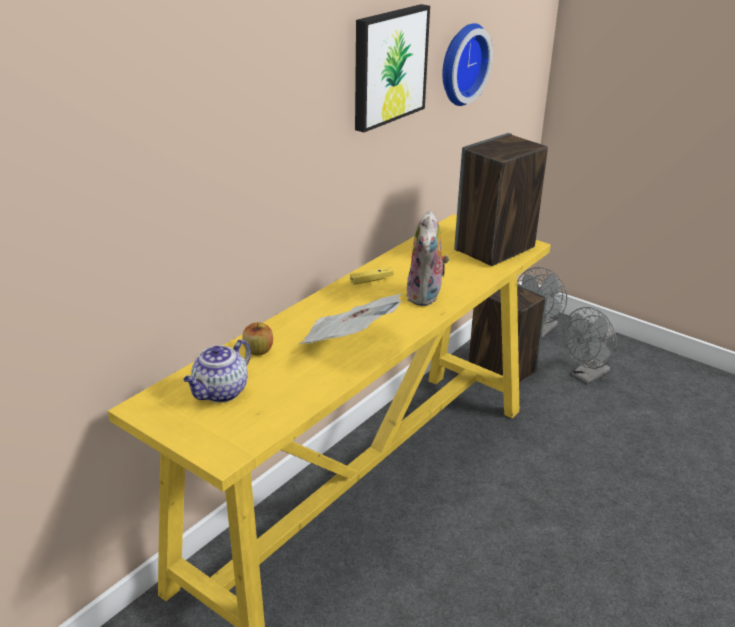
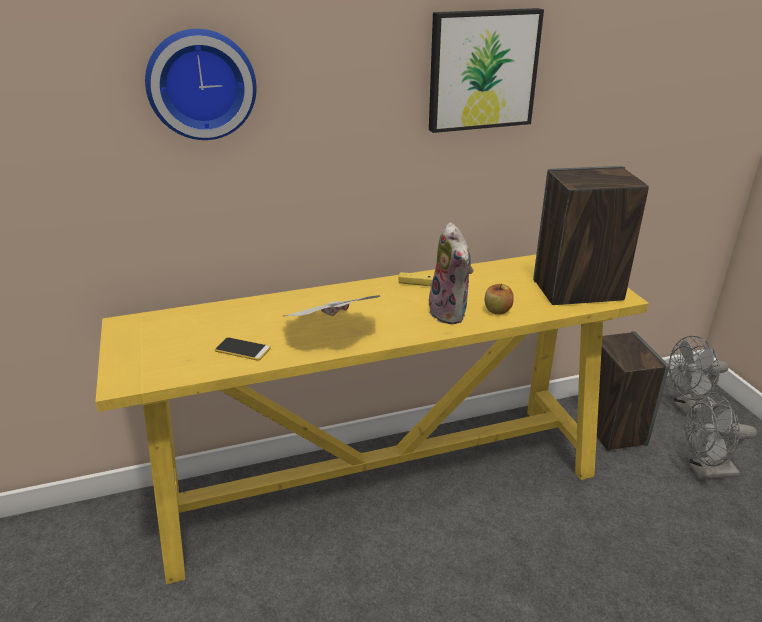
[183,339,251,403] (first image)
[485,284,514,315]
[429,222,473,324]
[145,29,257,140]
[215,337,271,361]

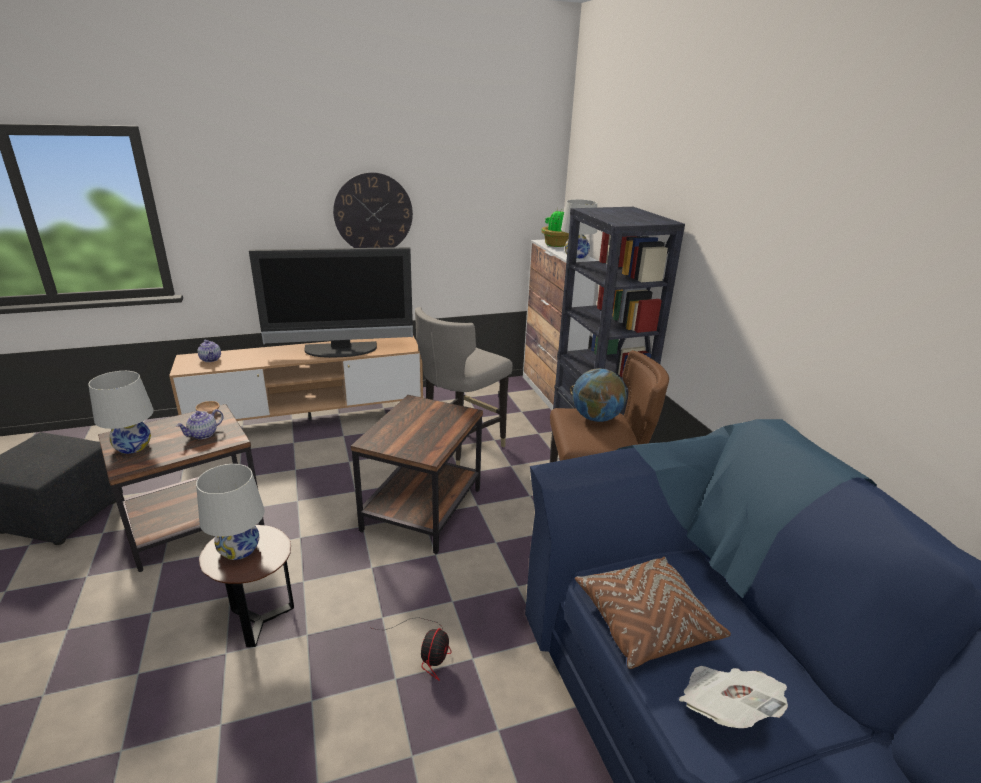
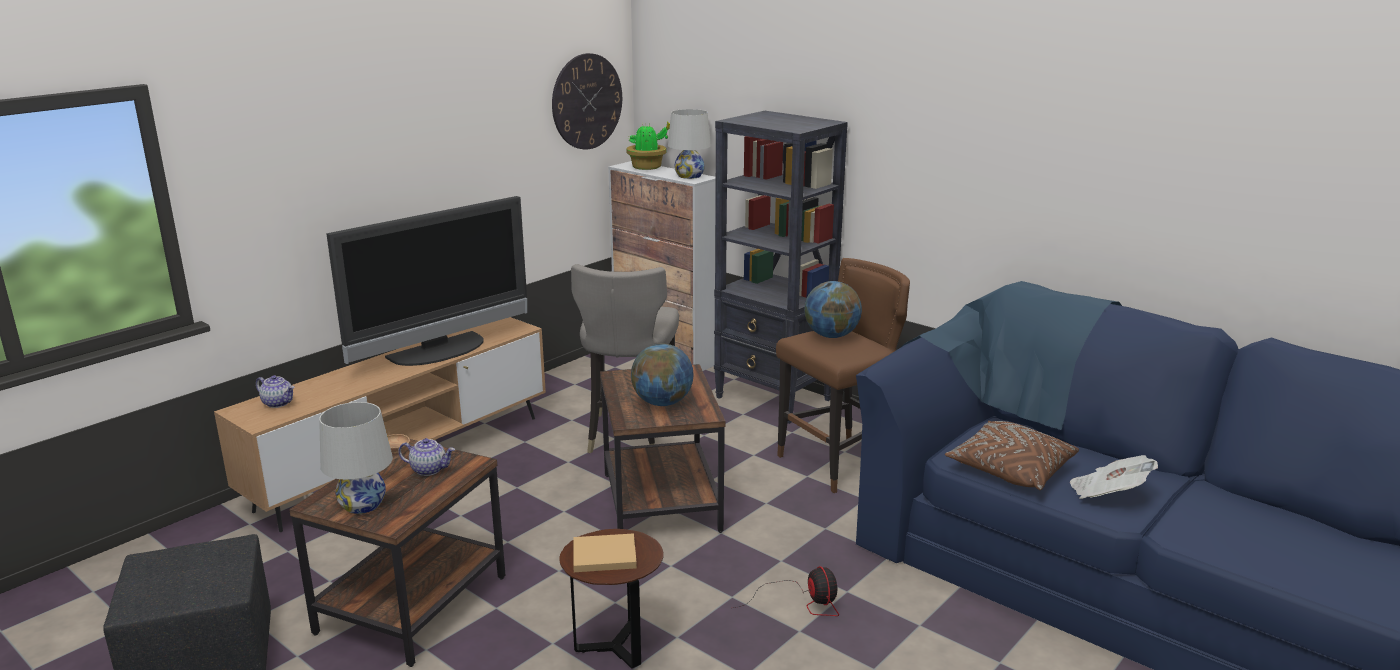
[398,438,455,476]
[573,533,637,572]
[552,53,622,150]
[631,343,693,406]

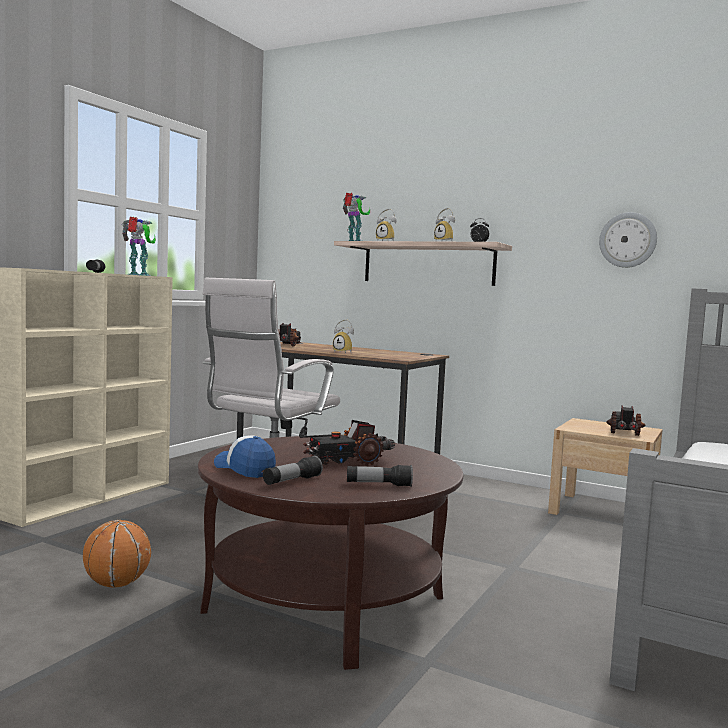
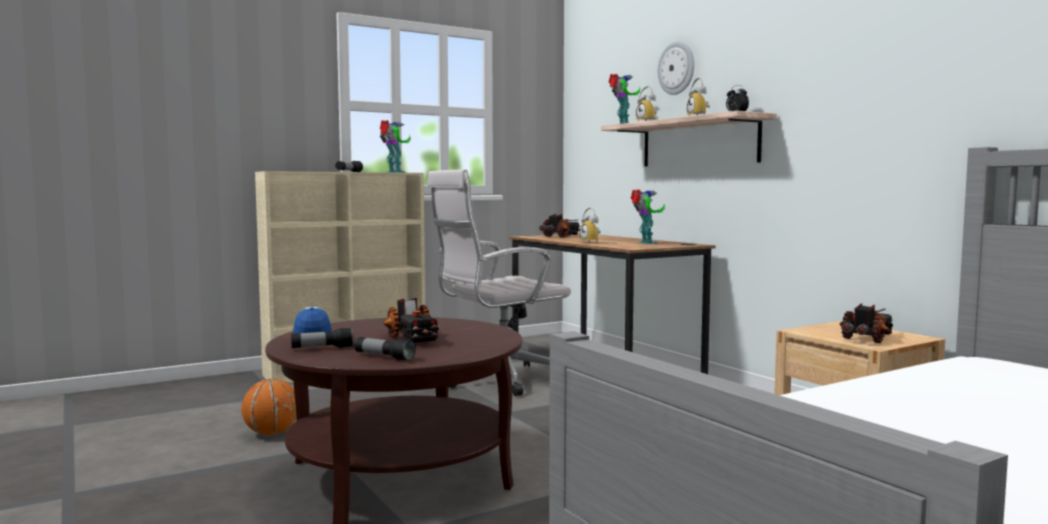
[384,298,441,342]
[658,41,694,95]
[631,189,665,244]

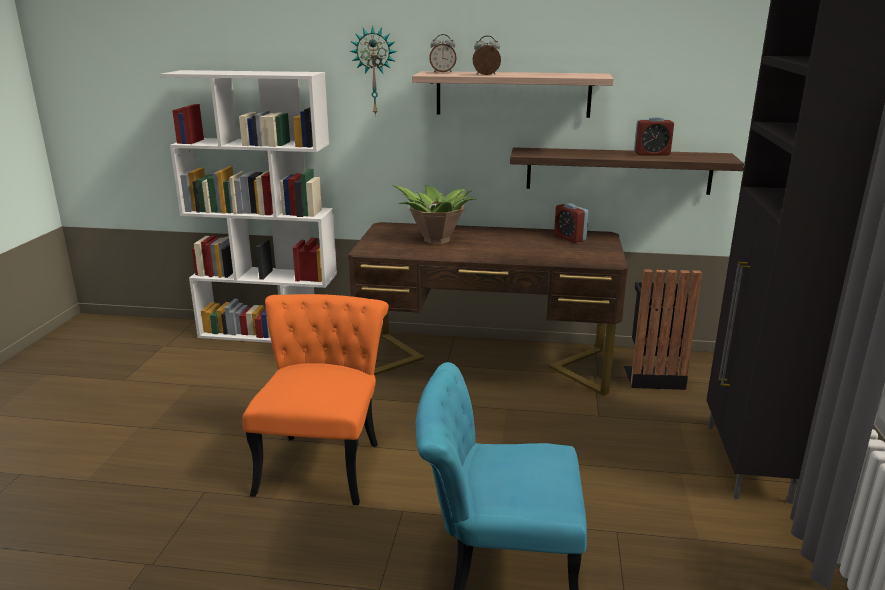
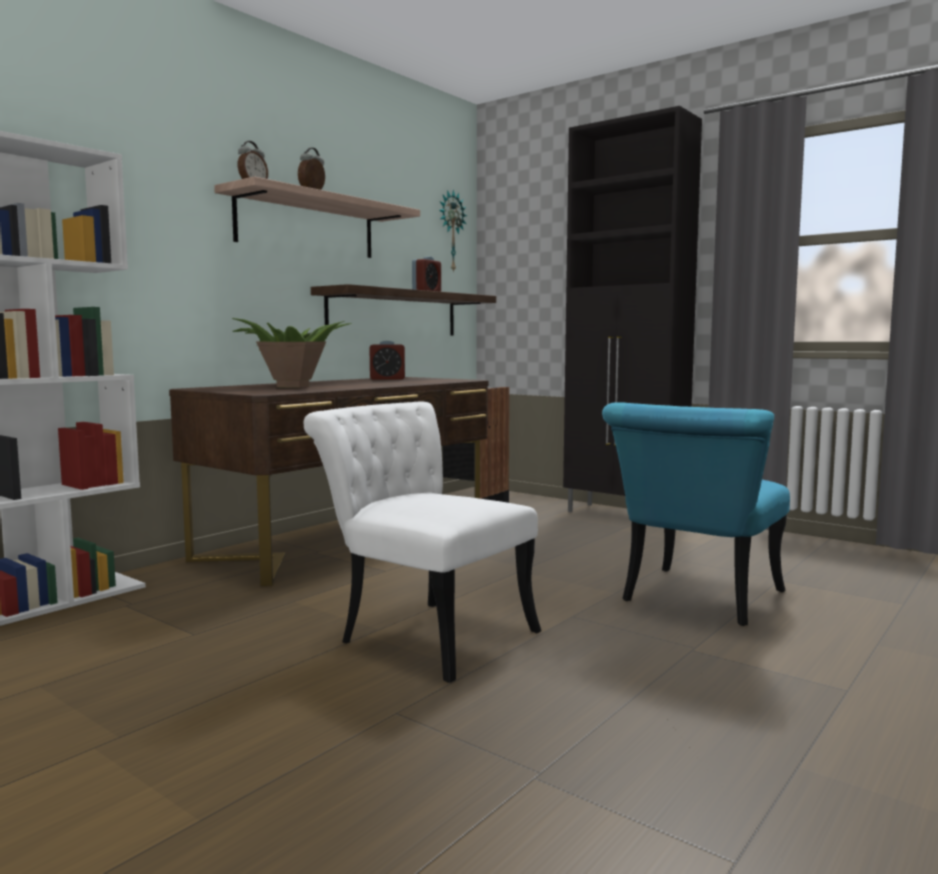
[304,402,541,683]
[439,189,467,273]

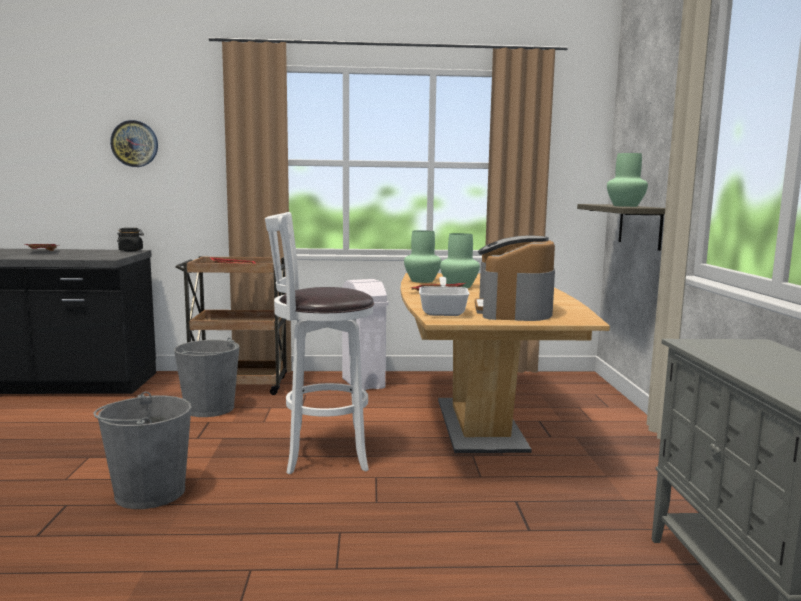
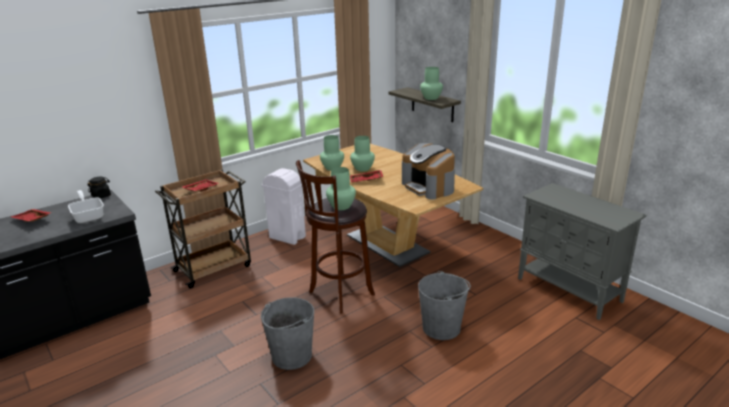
[110,120,158,167] (first image)
[418,271,471,340]
[296,160,375,314]
[68,190,104,223]
[326,167,356,210]

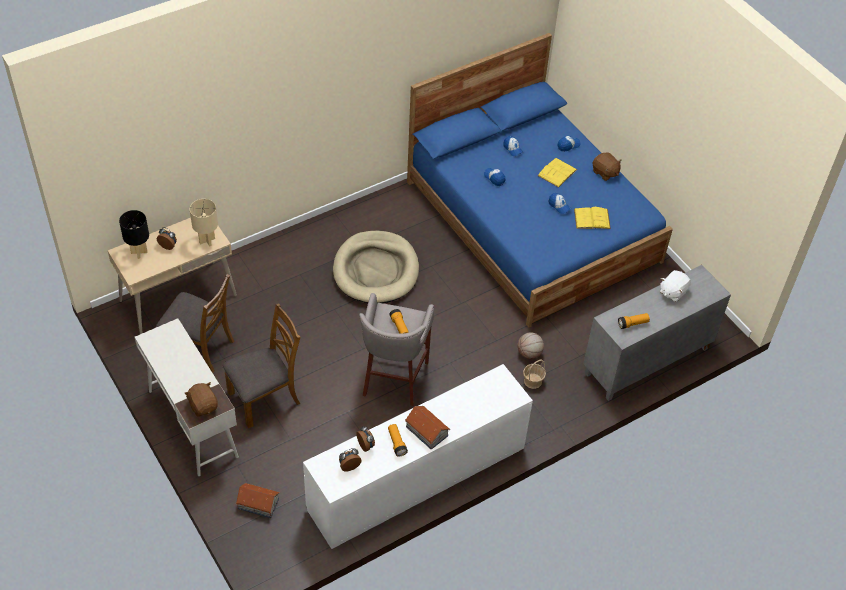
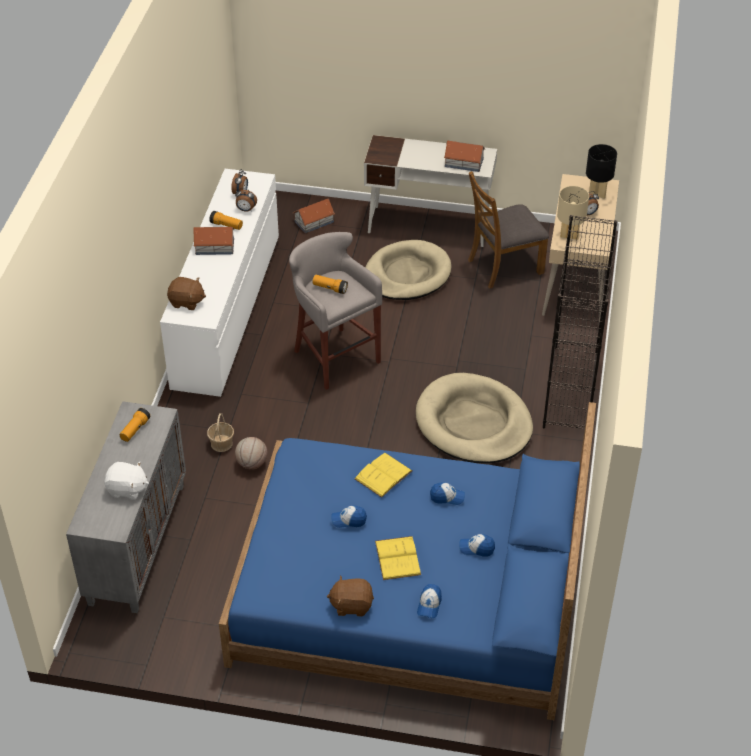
[167,277,206,310]
[365,240,452,300]
[354,453,412,498]
[104,462,149,500]
[444,141,485,172]
[543,215,618,429]

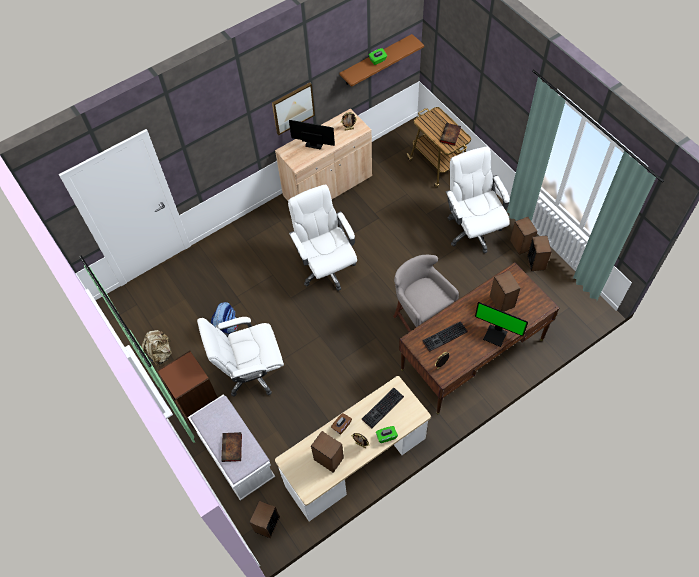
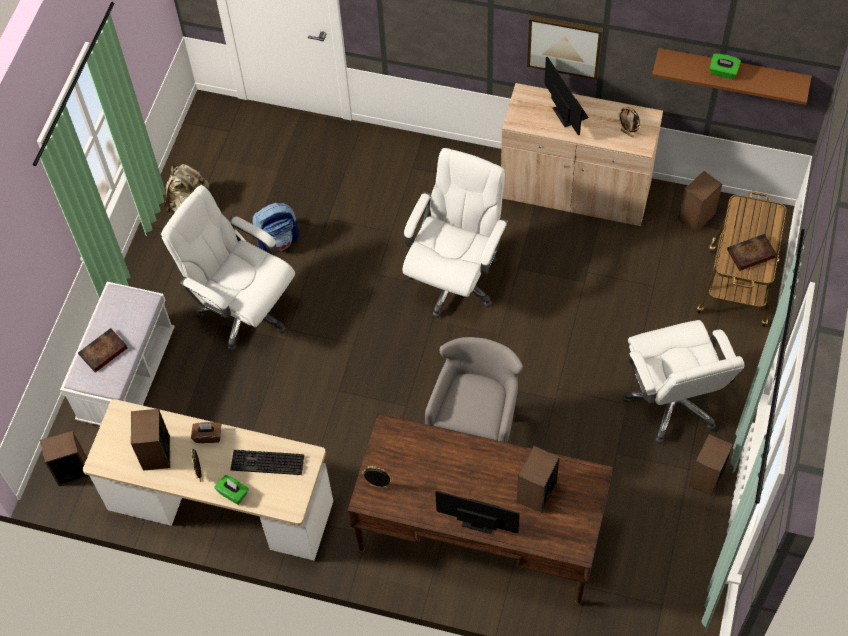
[157,351,218,428] (first image)
[423,321,468,352] (first image)
[622,320,744,444]
[435,491,520,534]
[678,171,722,232]

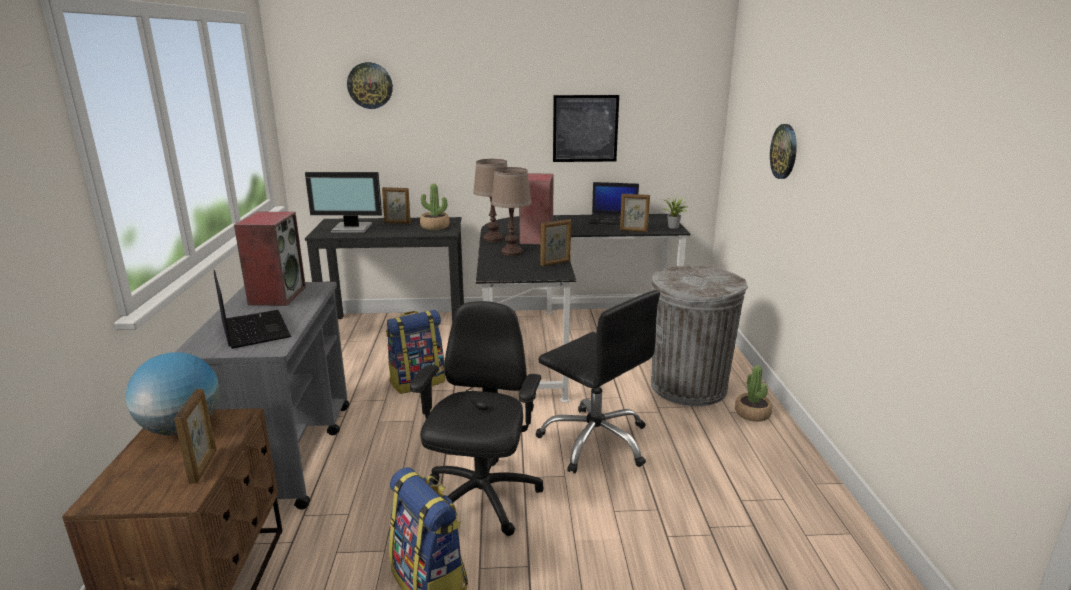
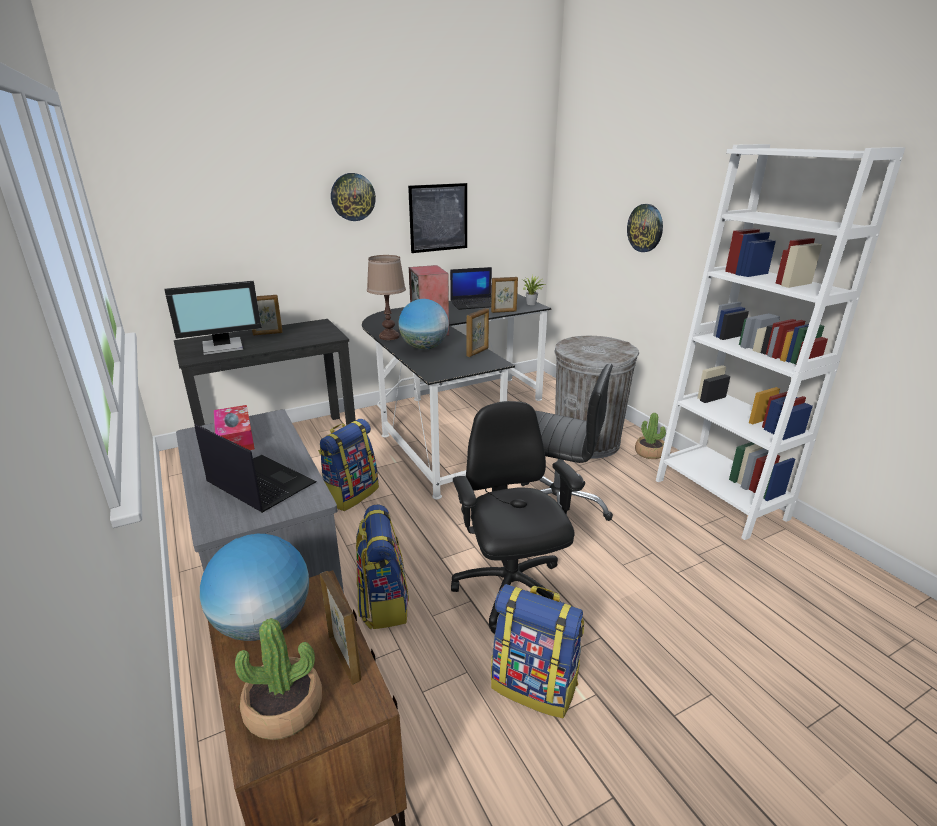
[214,405,255,450]
[331,173,376,221]
[235,618,322,740]
[399,299,449,349]
[356,504,409,629]
[656,144,905,540]

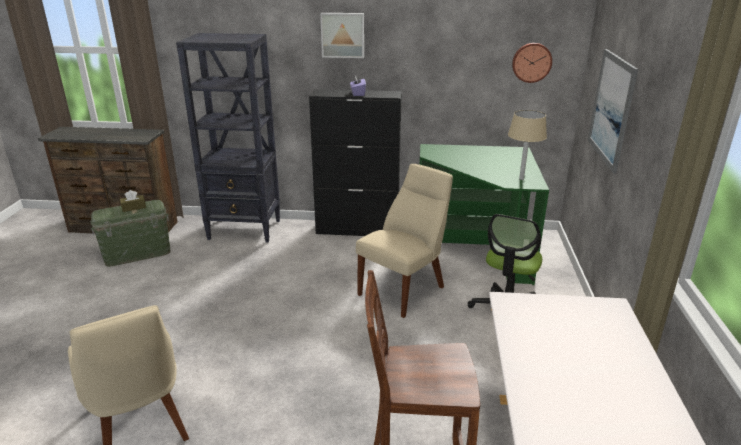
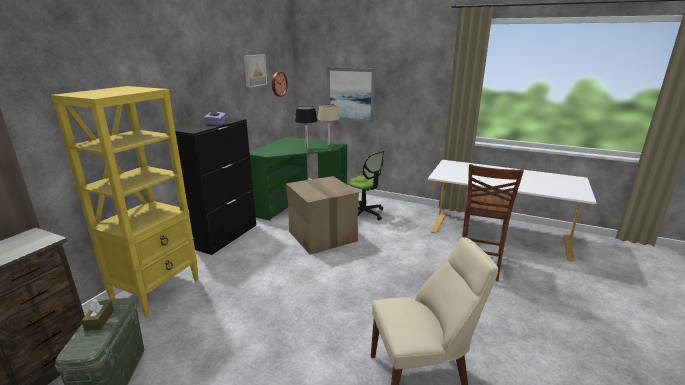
[51,86,199,317]
[244,55,267,87]
[286,176,359,254]
[295,106,317,149]

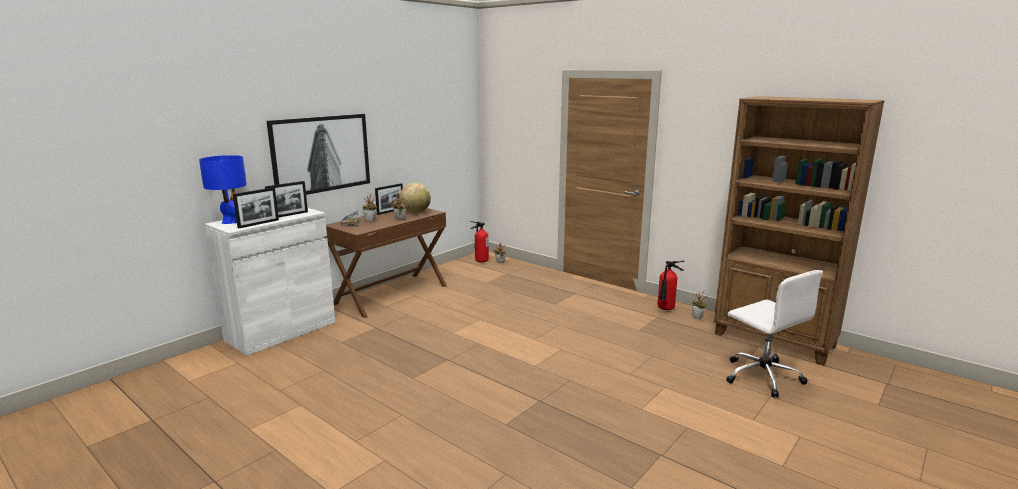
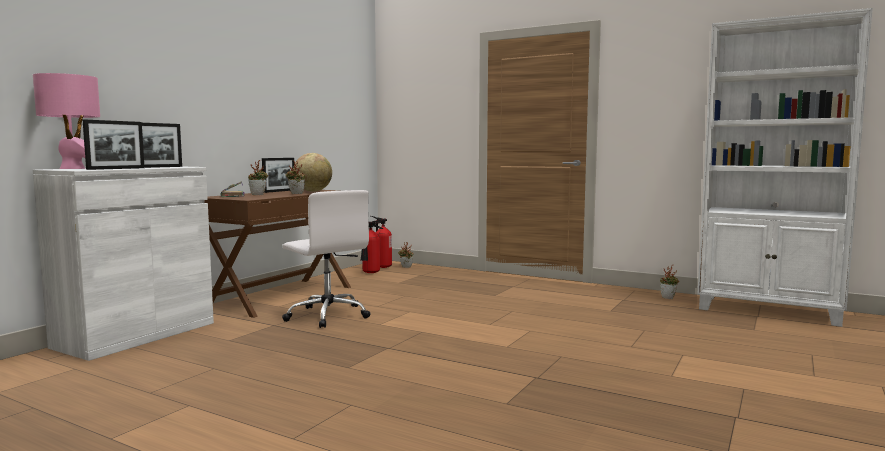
[33,73,100,169]
[267,114,370,195] (first image)
[361,219,383,273]
[697,8,873,327]
[282,190,371,328]

